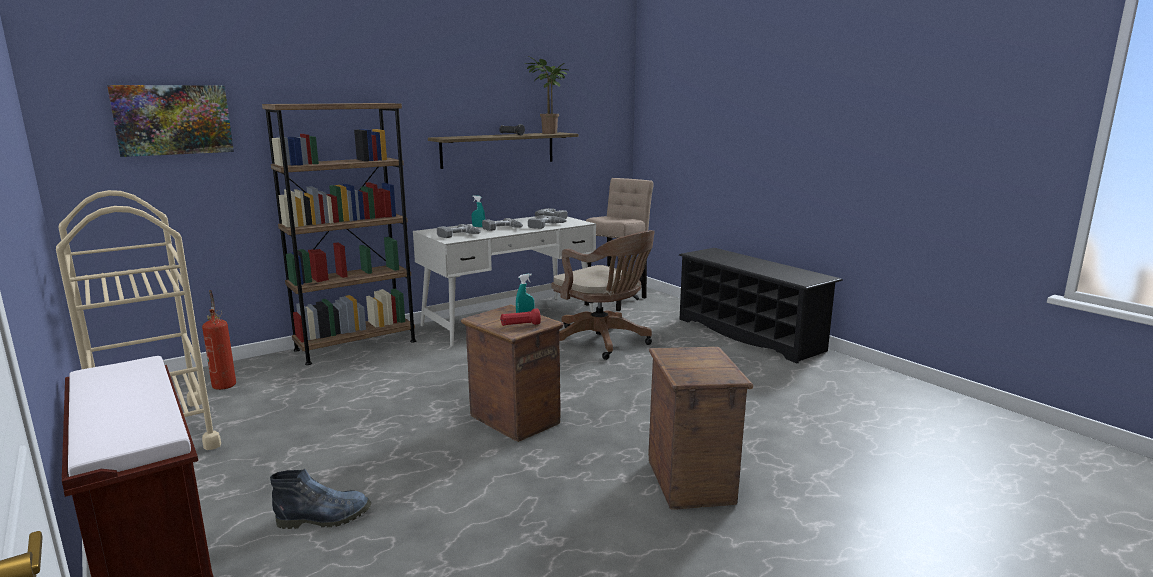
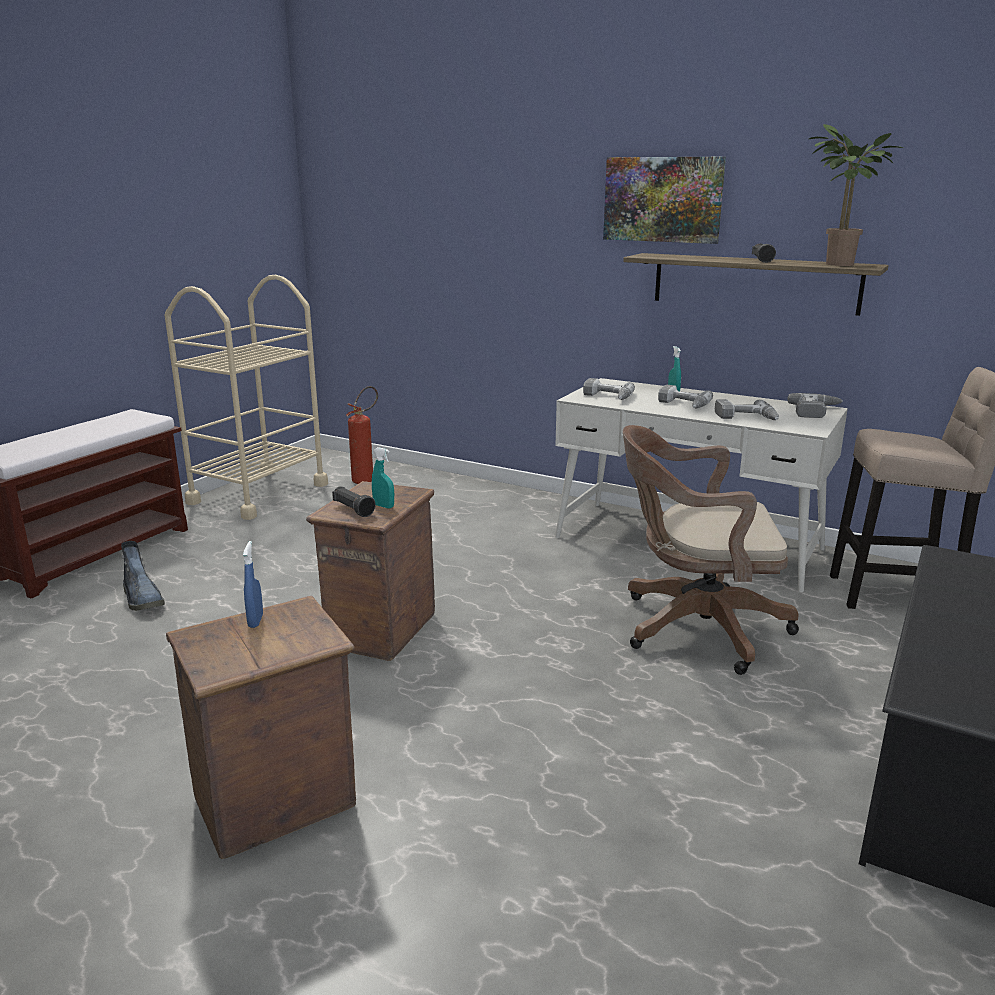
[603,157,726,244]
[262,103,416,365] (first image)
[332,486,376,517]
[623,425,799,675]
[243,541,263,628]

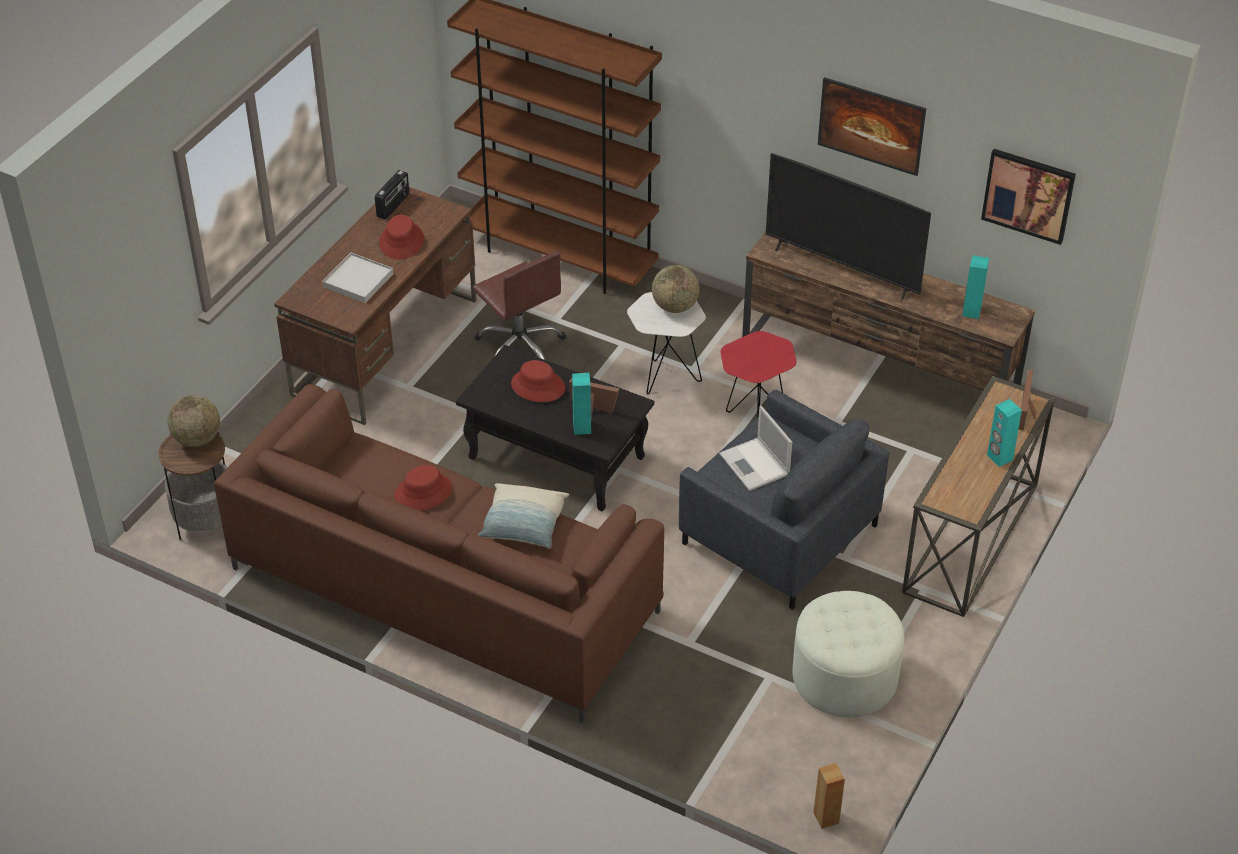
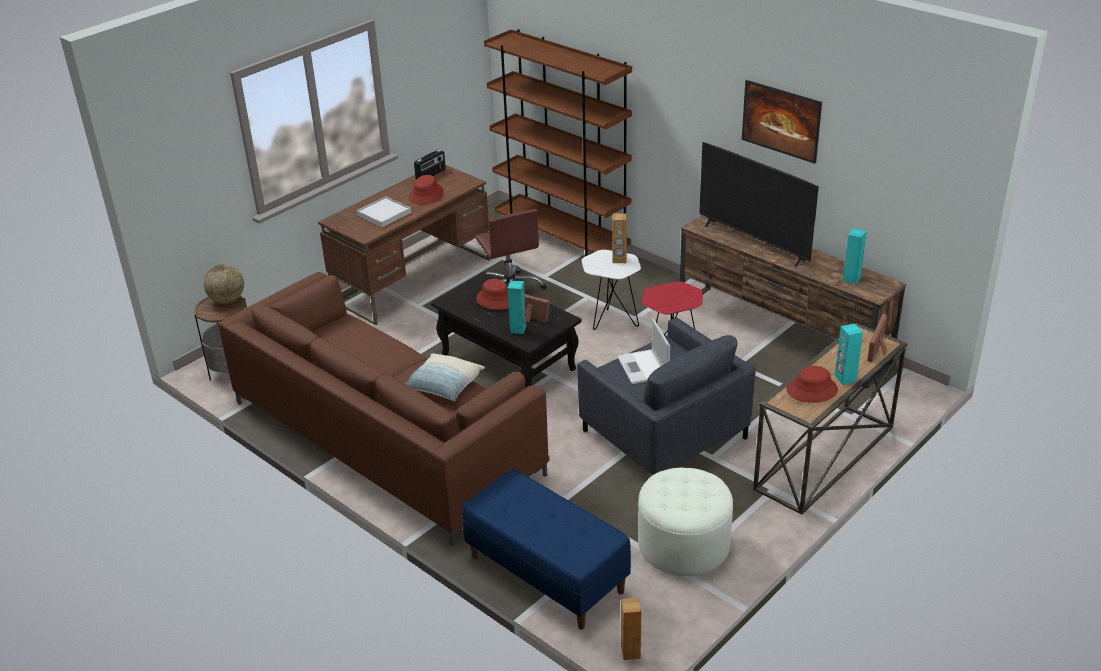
[786,366,838,403]
[612,213,627,263]
[981,149,1076,245] (first image)
[462,469,631,629]

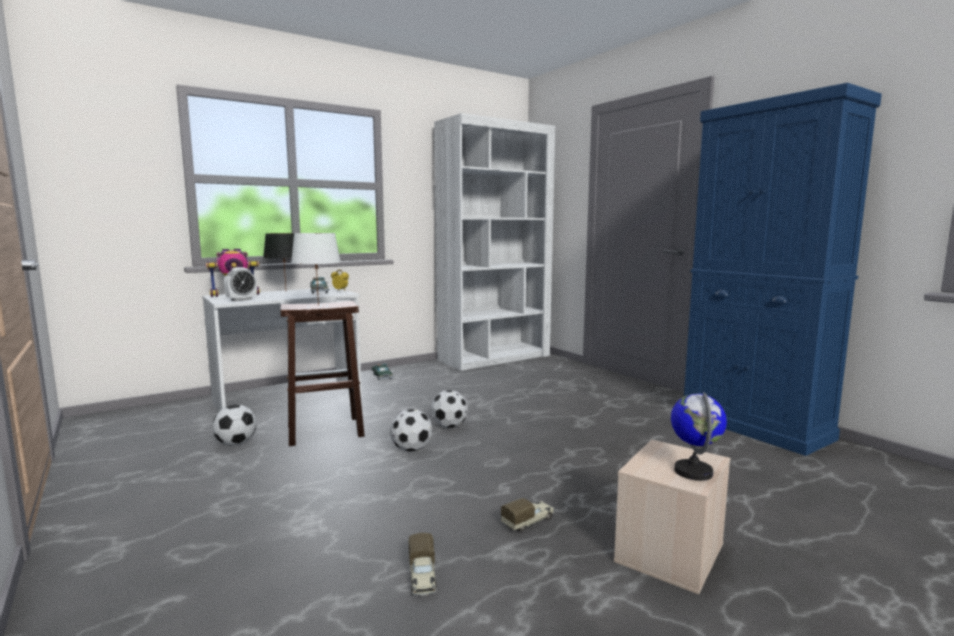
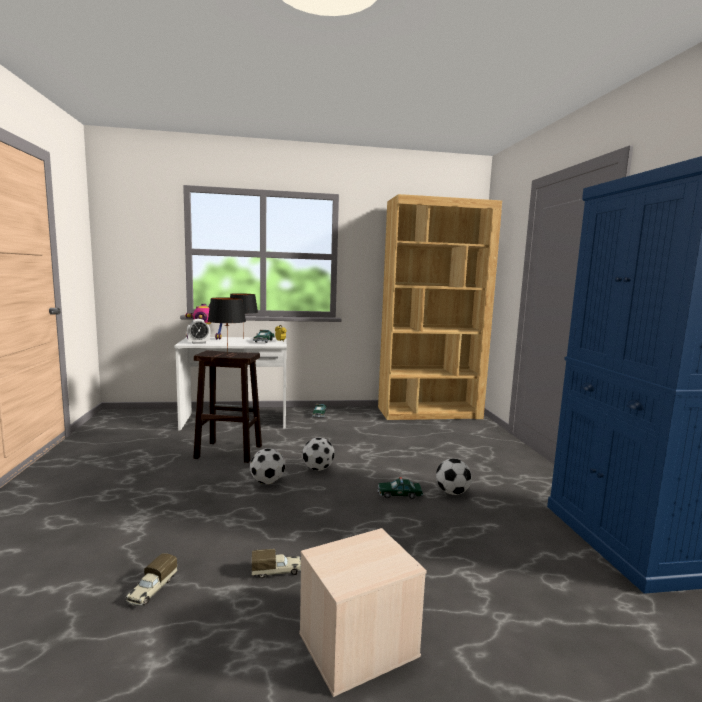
[436,459,472,495]
[208,297,246,355]
[378,194,502,420]
[671,392,727,481] (first image)
[378,477,423,499]

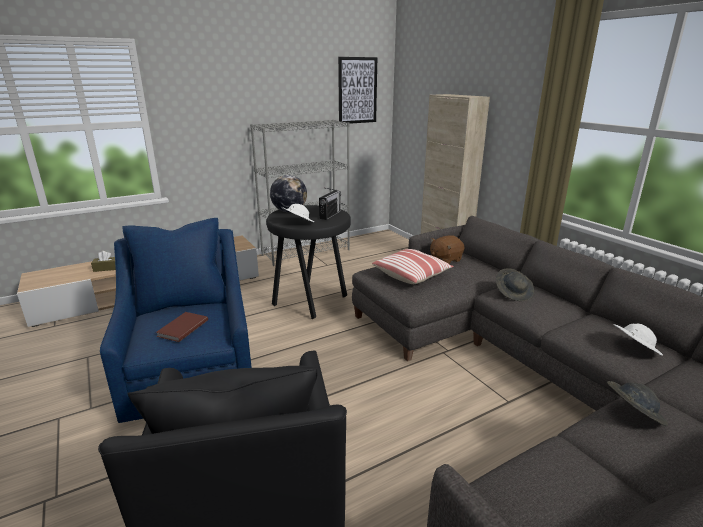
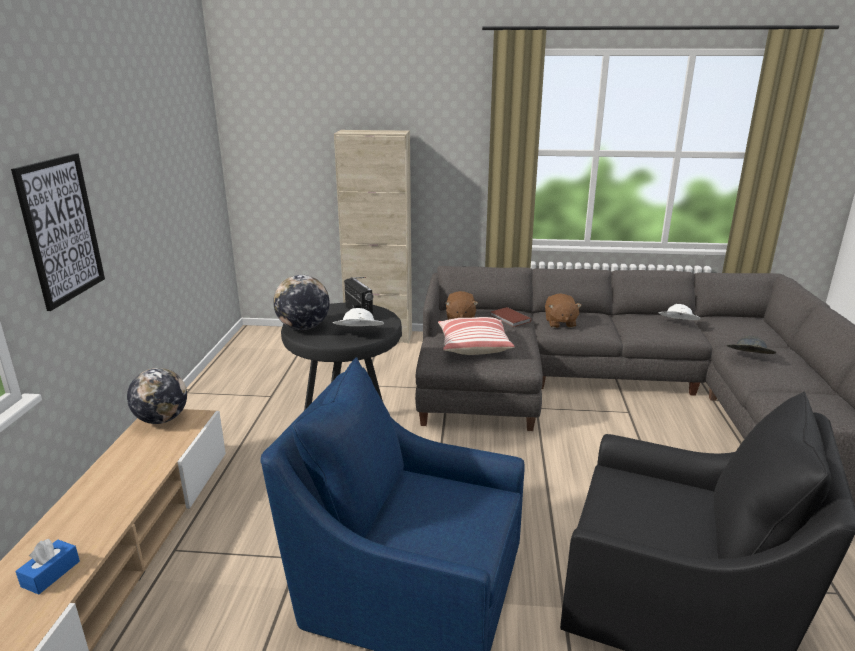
[15,539,80,594]
[490,307,532,327]
[250,120,350,266] (first image)
[11,153,105,311]
[545,293,582,328]
[127,368,187,424]

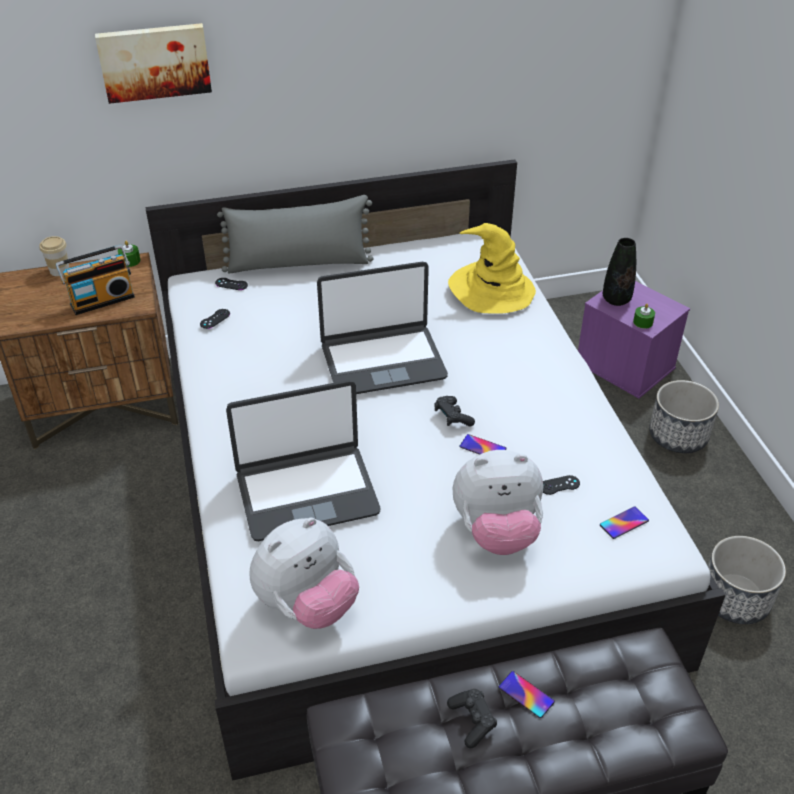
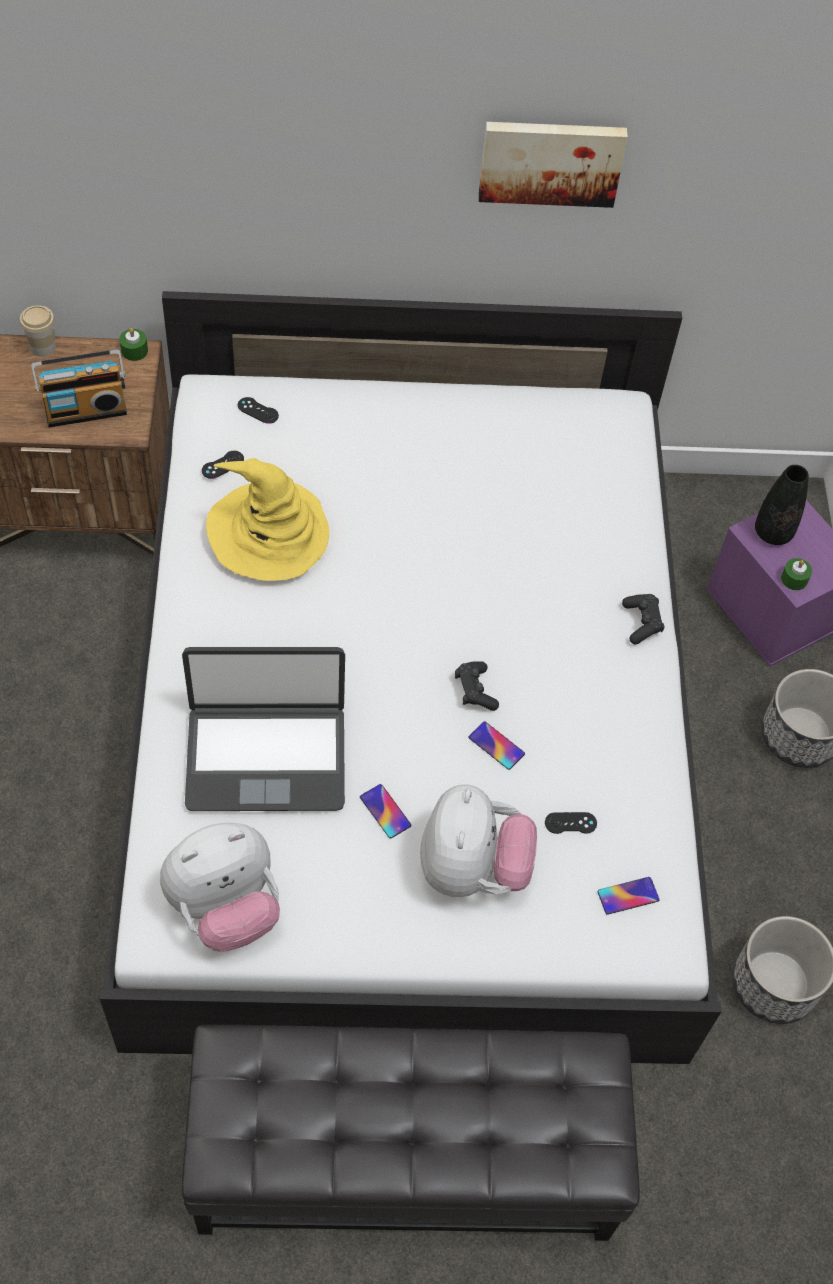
[479,122,628,208]
[217,195,374,273] (first image)
[317,262,448,394] (first image)
[622,594,665,644]
[206,458,329,581]
[420,784,537,897]
[360,784,411,838]

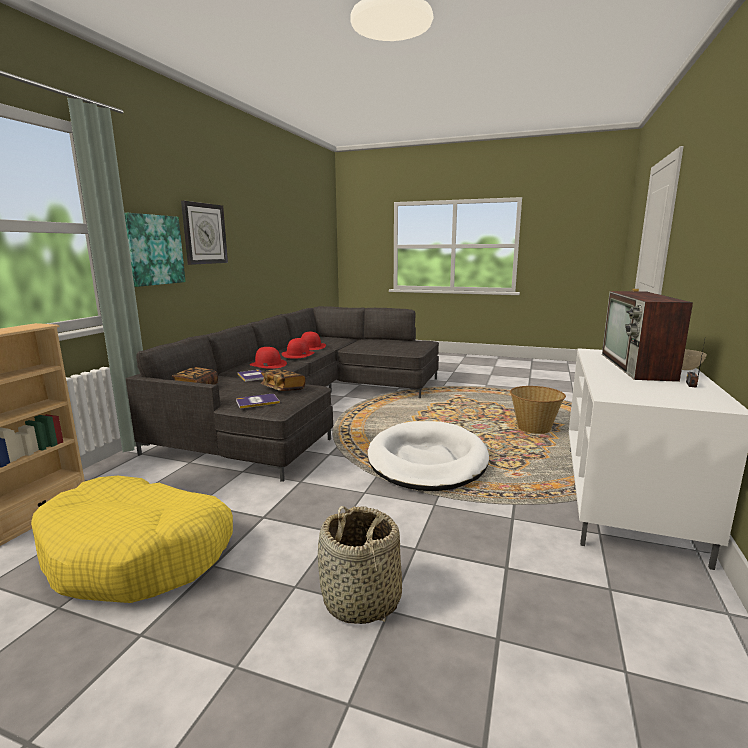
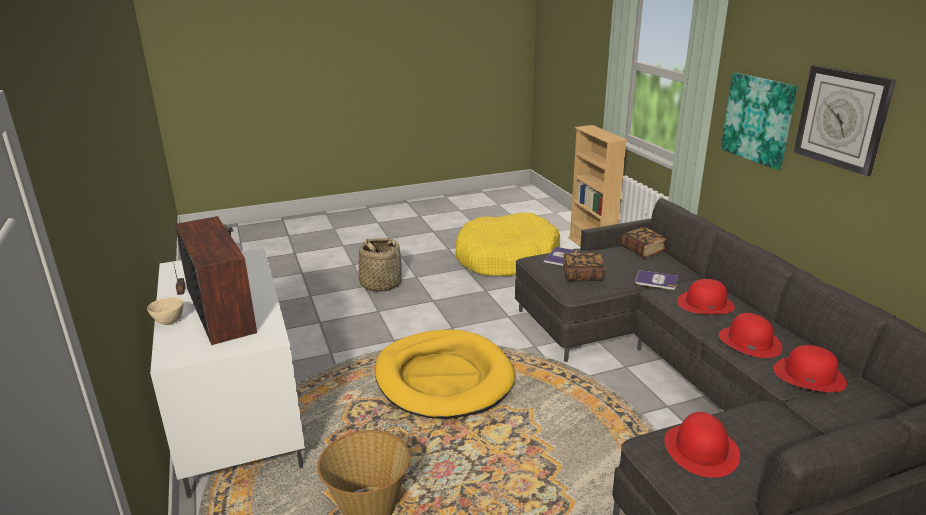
[375,330,515,419]
[664,412,740,478]

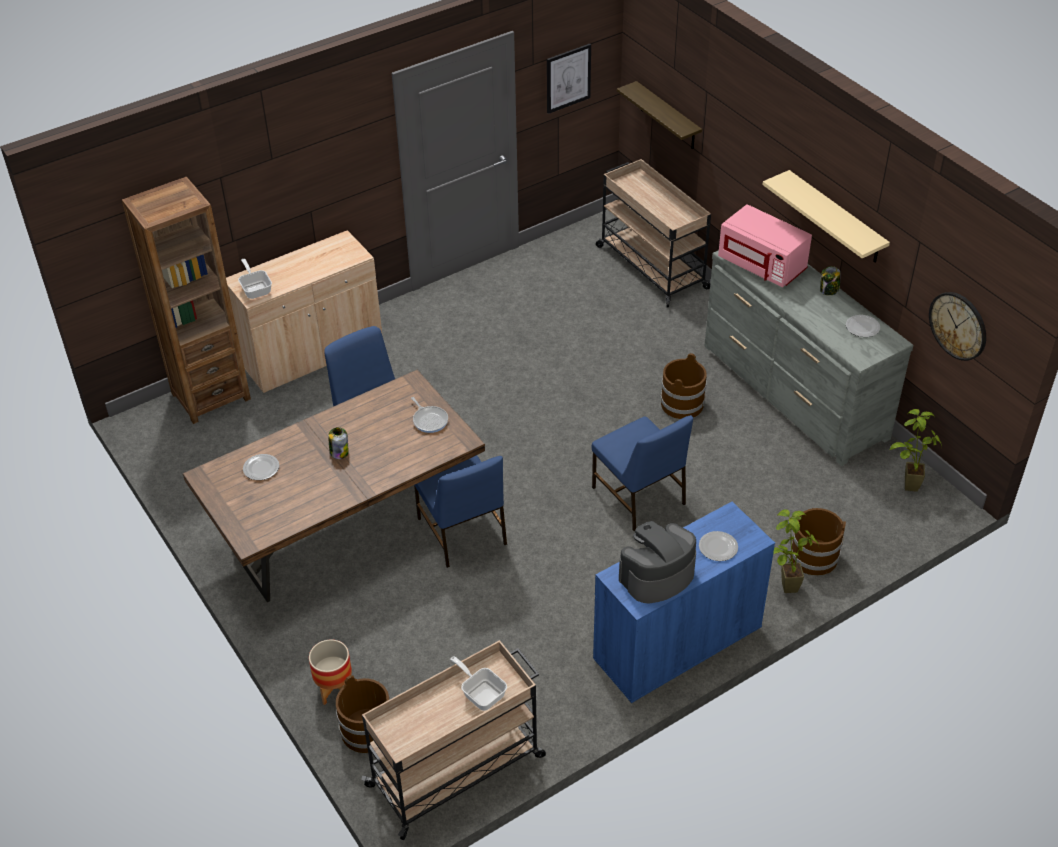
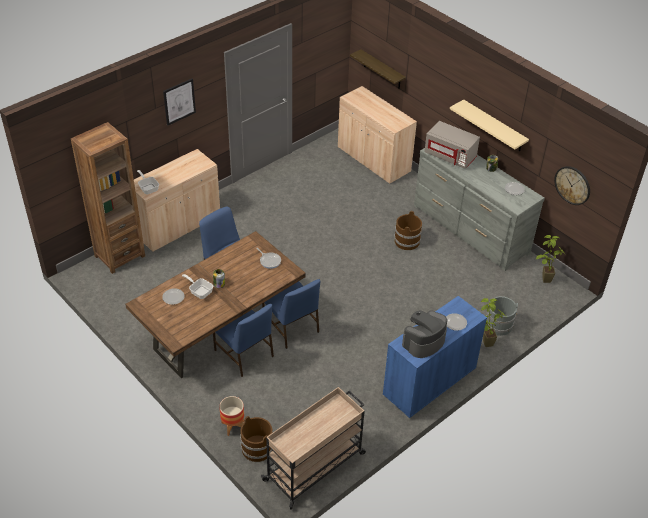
[182,274,213,299]
[163,78,196,125]
[213,304,274,377]
[338,86,417,184]
[424,121,480,169]
[485,296,518,336]

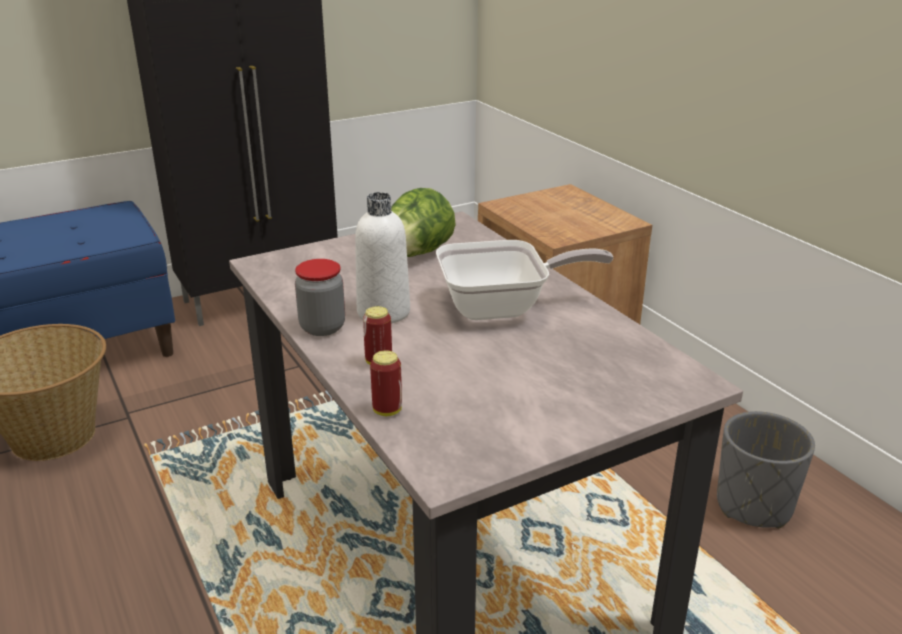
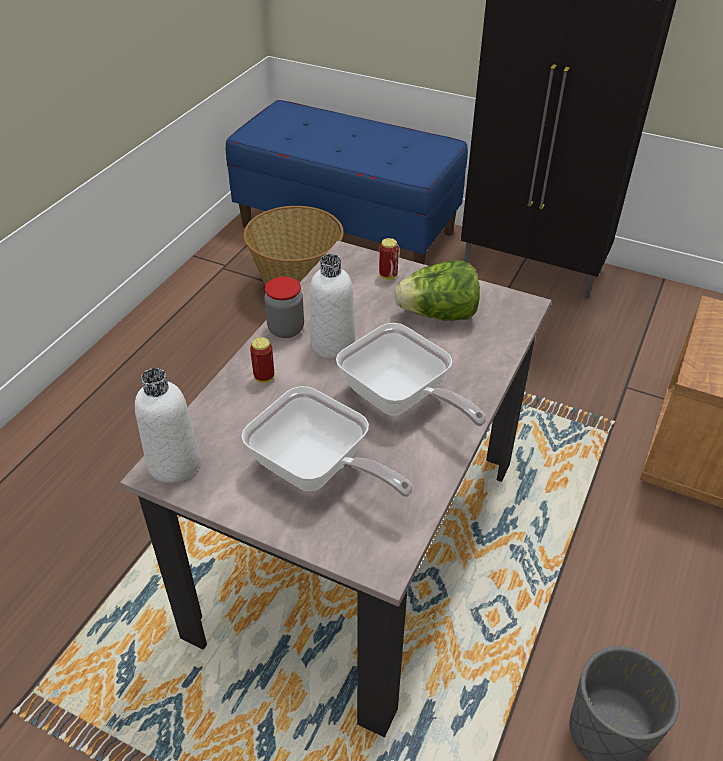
[379,238,399,279]
[135,368,200,483]
[241,386,413,497]

